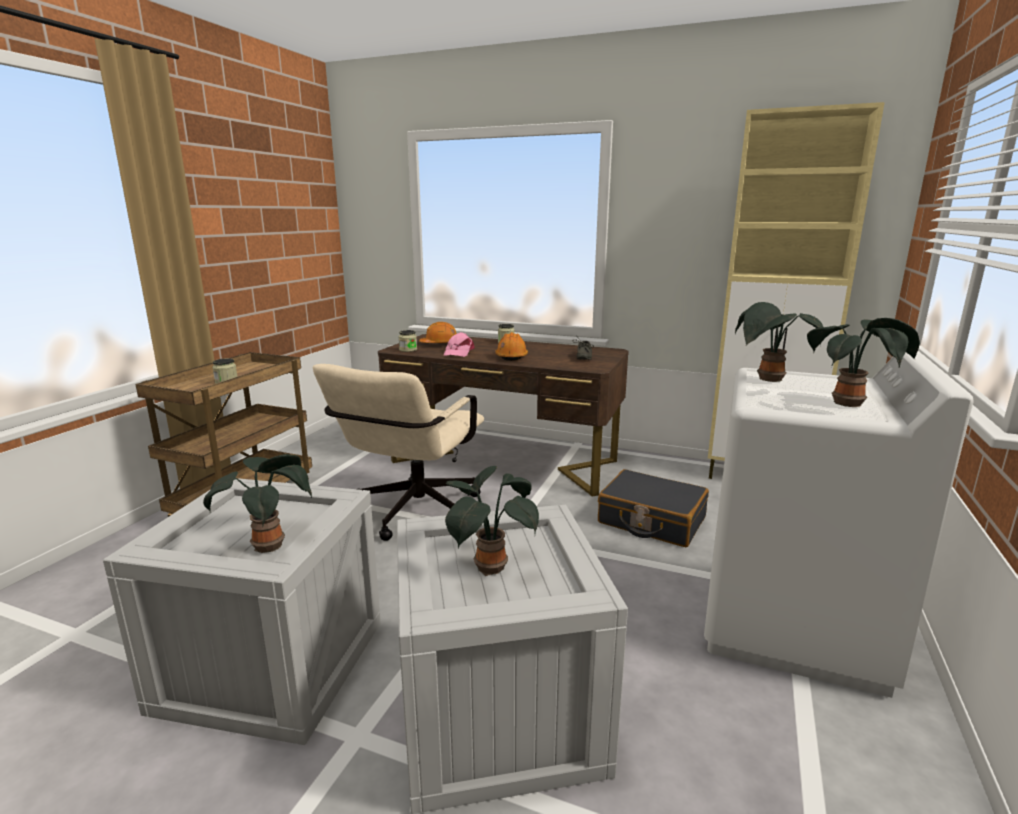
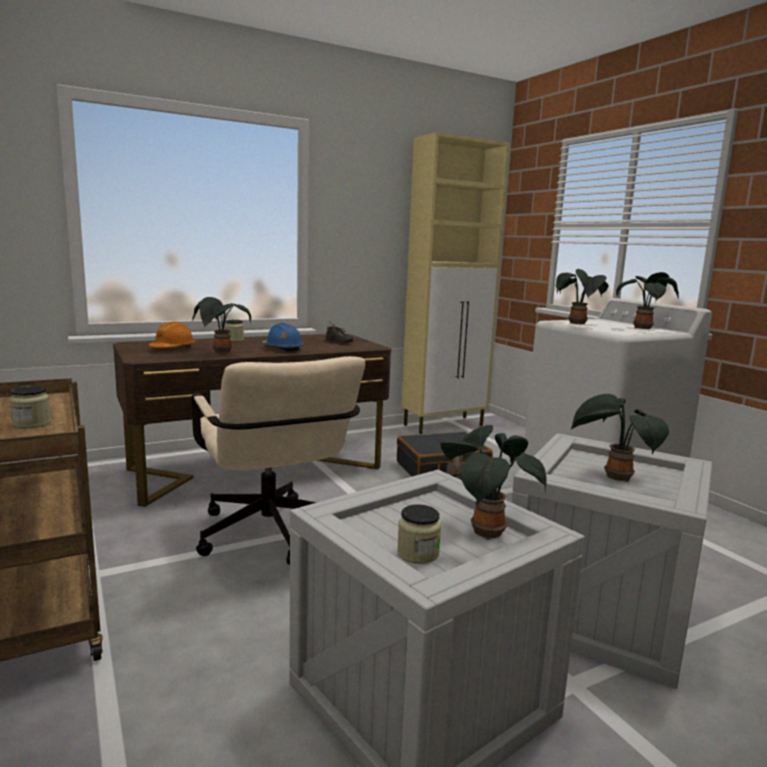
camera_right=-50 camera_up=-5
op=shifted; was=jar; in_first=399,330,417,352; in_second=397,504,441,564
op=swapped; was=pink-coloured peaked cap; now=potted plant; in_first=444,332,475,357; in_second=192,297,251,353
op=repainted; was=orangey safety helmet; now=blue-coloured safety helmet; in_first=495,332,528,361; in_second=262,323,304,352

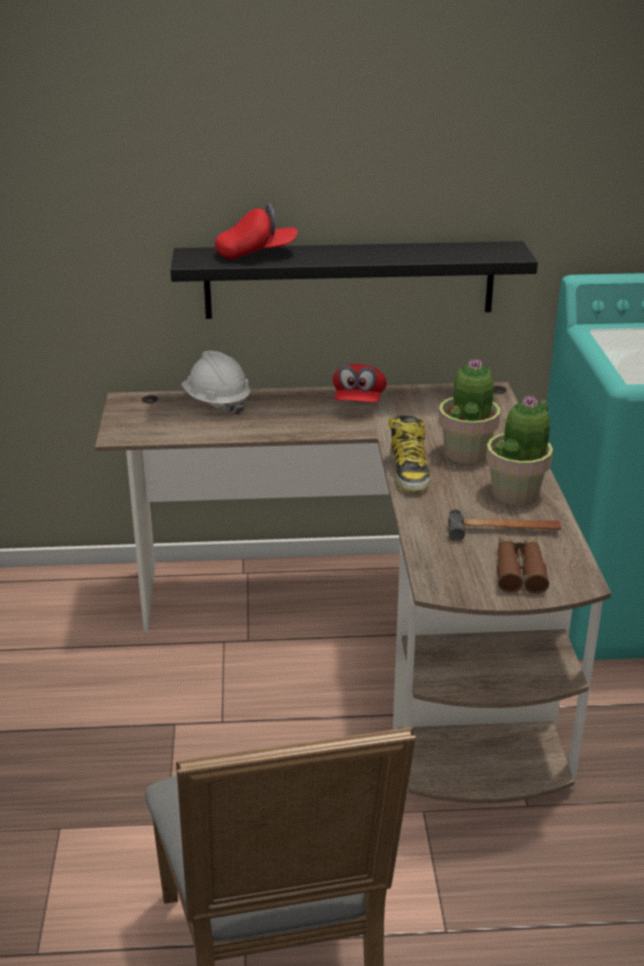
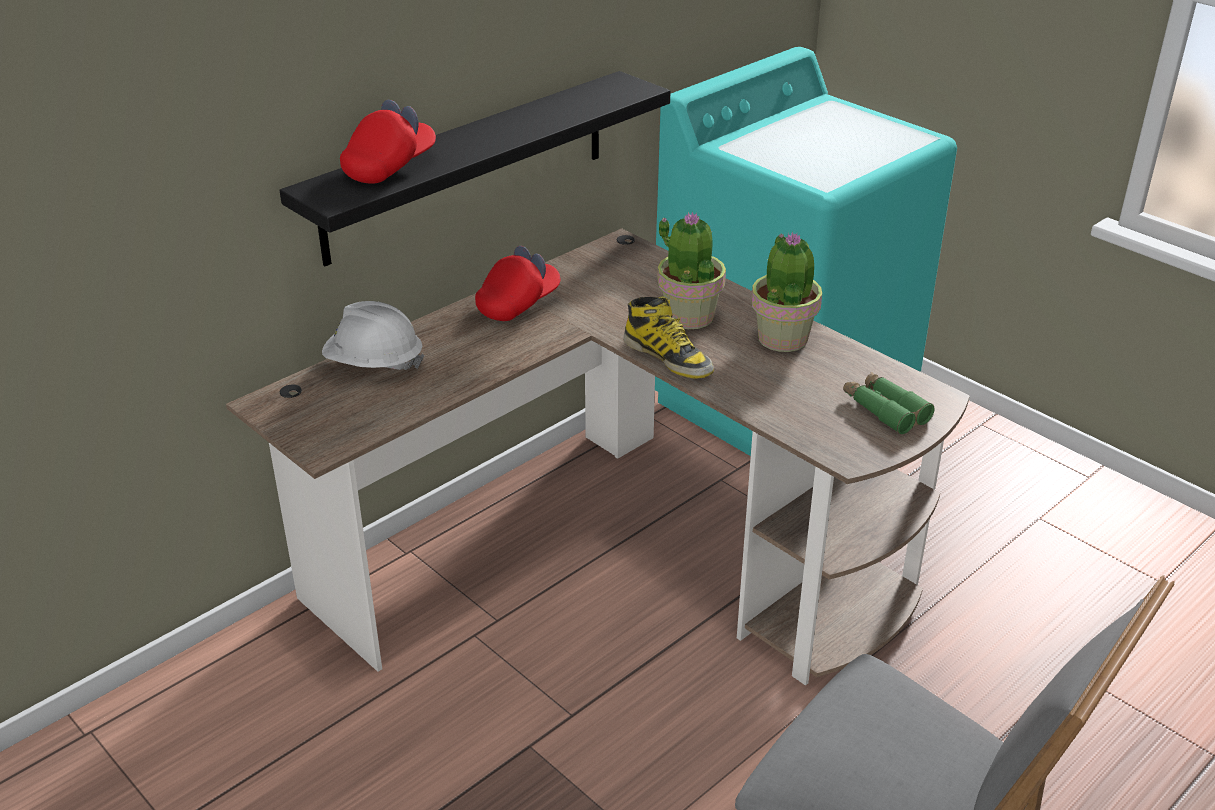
camera_right=-40 camera_up=5
op=rotated; was=reddish peaked cap; in_first=333,364,387,402; in_second=475,246,560,321; clockwise=-105
op=gone; was=hand hammer; in_first=448,509,561,541
op=repainted; was=brown-coloured binoculars; now=greenish binoculars; in_first=497,535,549,594; in_second=843,372,934,434

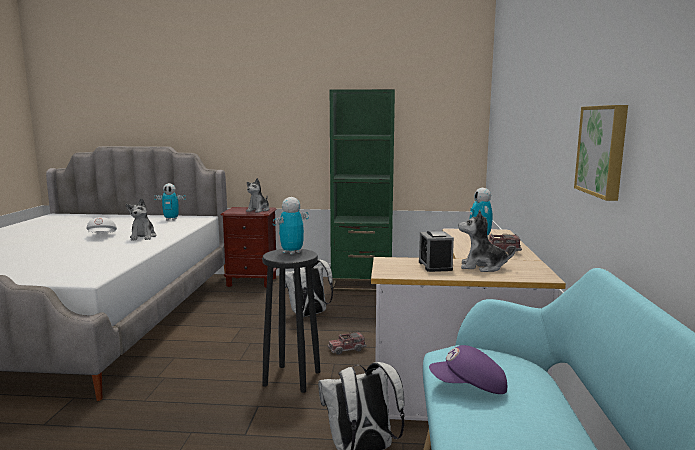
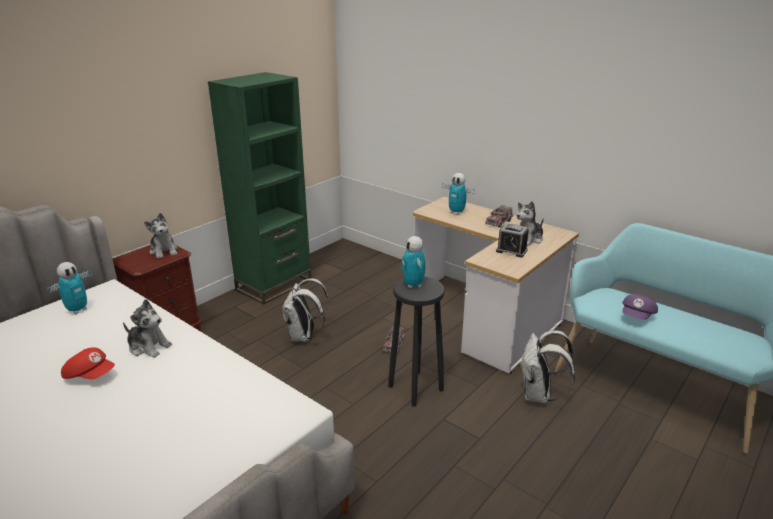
camera_right=-55 camera_up=15
op=gone; was=wall art; in_first=574,105,628,201
op=repainted; was=whitish peaked cap; now=reddish peaked cap; in_first=86,217,117,233; in_second=61,347,115,379

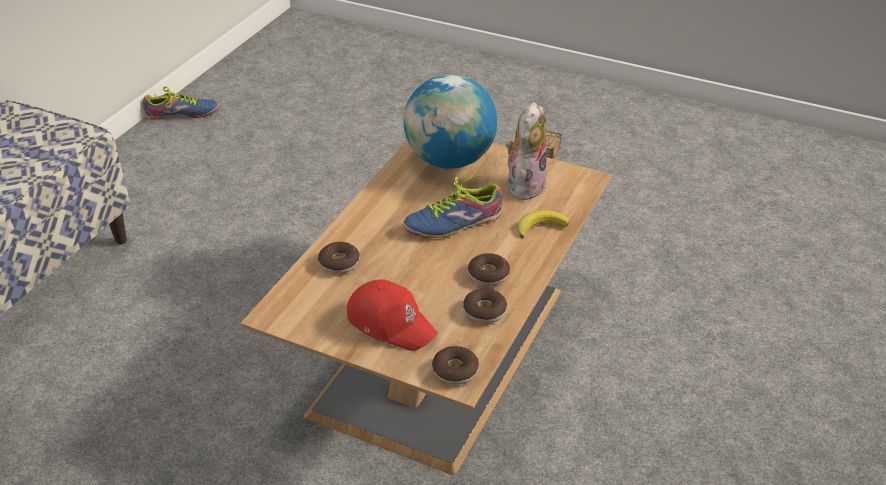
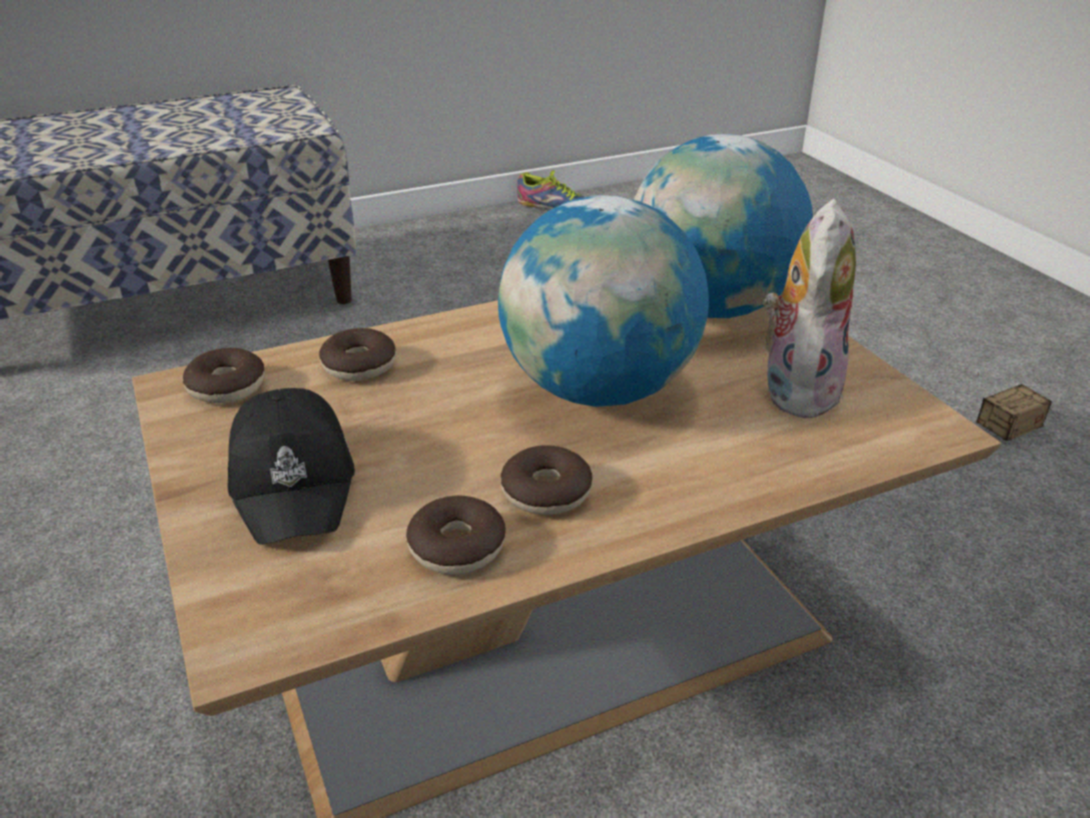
camera_right=40 camera_up=-5
op=rotated; was=cuddly toy; in_first=506,102,547,200; in_second=761,199,856,421; clockwise=-45
op=swapped; was=shoe; now=world globe; in_first=403,173,502,238; in_second=498,195,709,407
op=gone; was=whole banana; in_first=517,210,569,238
op=repainted; was=reddish peaked cap; now=black-coloured peaked cap; in_first=347,280,438,351; in_second=228,388,355,545
op=shifted; was=ring doughnut; in_first=432,346,479,385; in_second=183,348,265,403

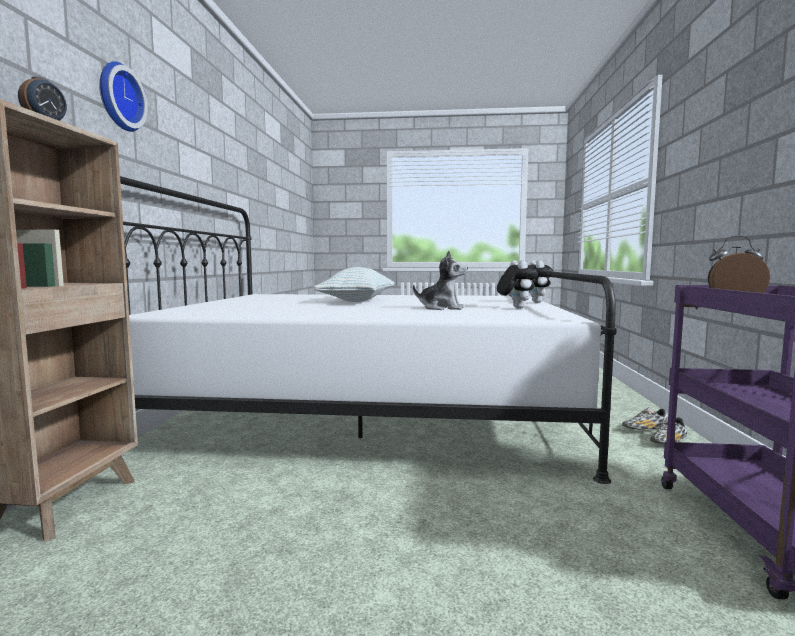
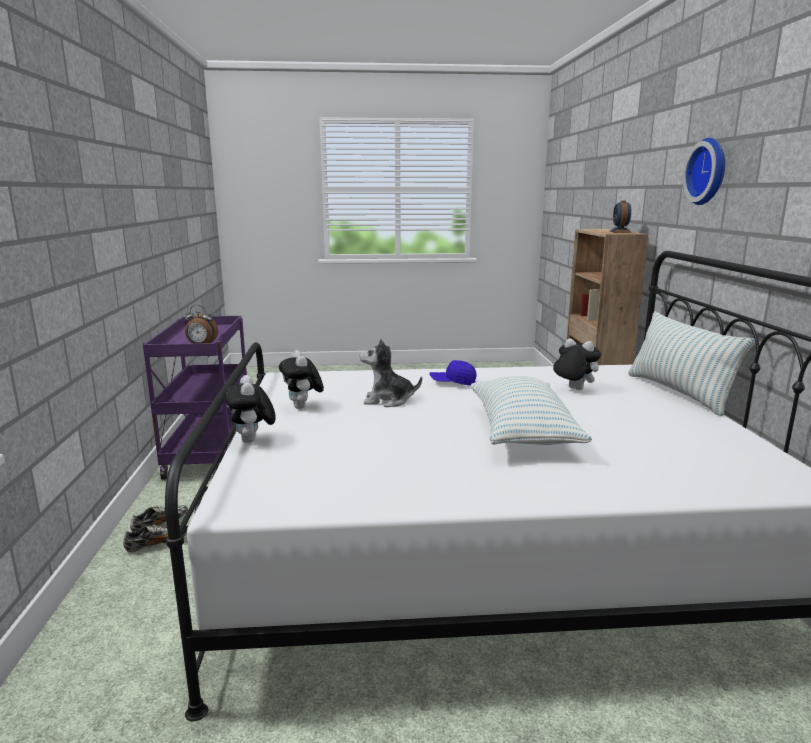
camera_right=170 camera_up=10
op=new; now=pillow; in_second=628,312,755,416
op=new; now=cuddly toy; in_second=553,338,601,390
op=new; now=blue-coloured peaked cap; in_second=429,360,477,386

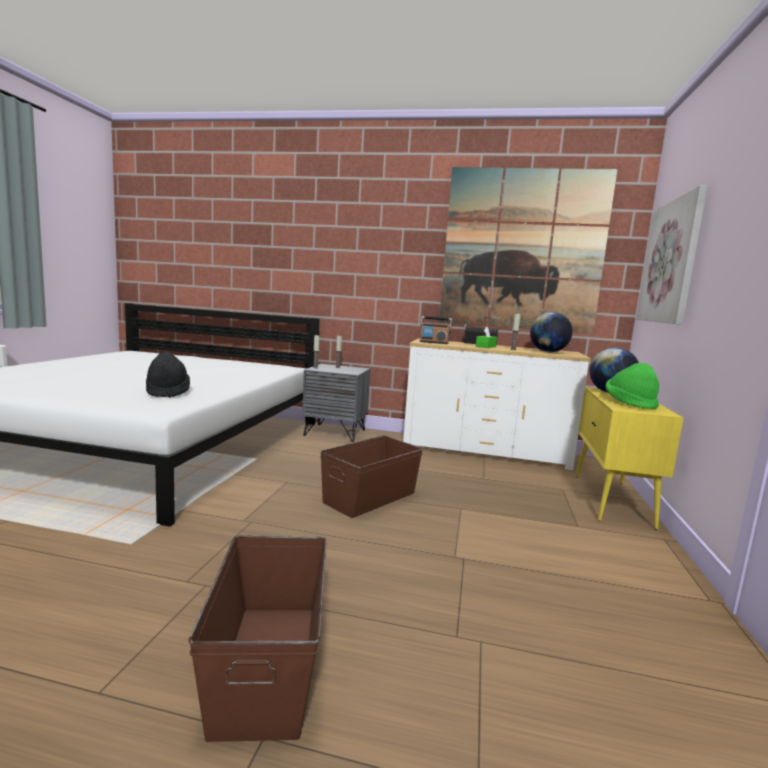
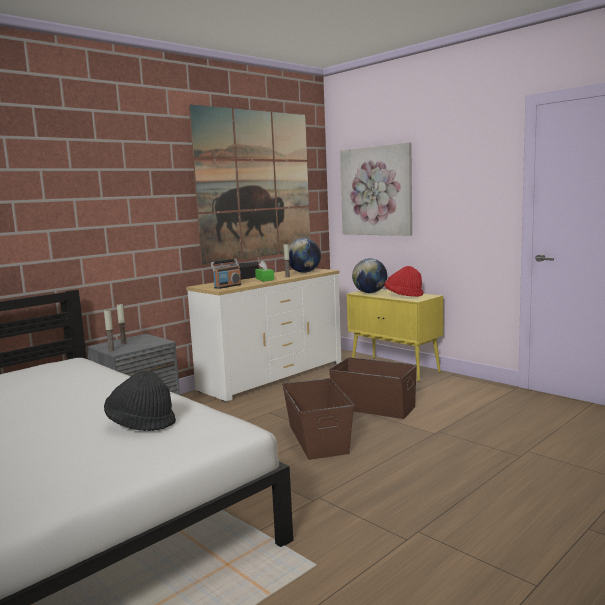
camera_right=-55 camera_up=0
op=repainted; was=greenish hat; now=reddish hat; in_first=606,363,659,410; in_second=384,266,423,297
op=shifted; was=brown-coloured storage container; in_first=188,535,327,742; in_second=329,358,417,419

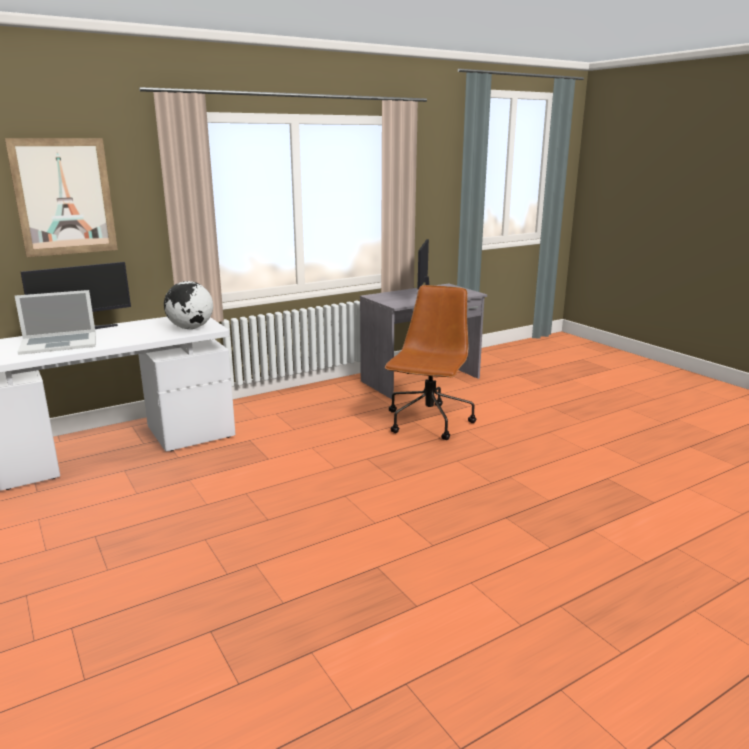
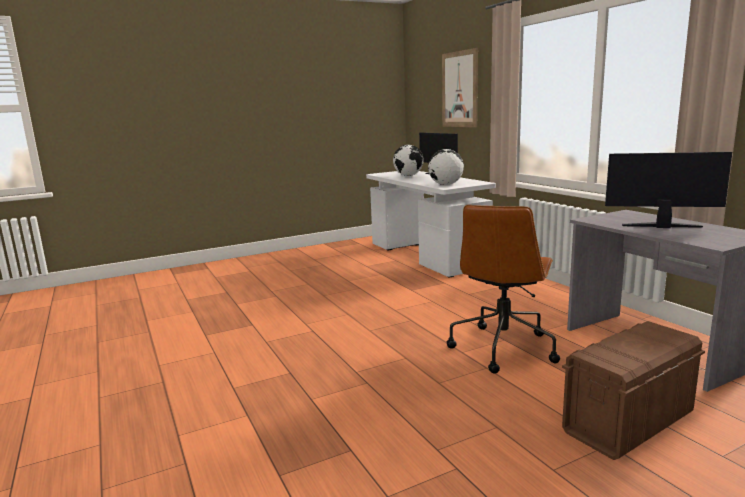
camera_right=95 camera_up=-5
op=rotated; was=brown-coloured office chair; in_first=385,285,477,440; in_second=447,205,560,374; clockwise=90
op=swapped; was=laptop; now=world globe; in_first=15,290,96,355; in_second=393,145,424,176
op=new; now=brown-coloured storage container; in_second=562,321,705,460

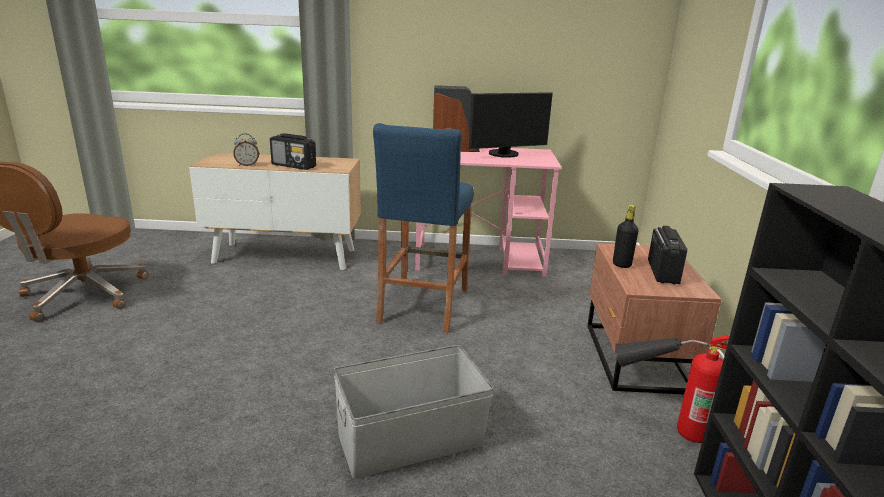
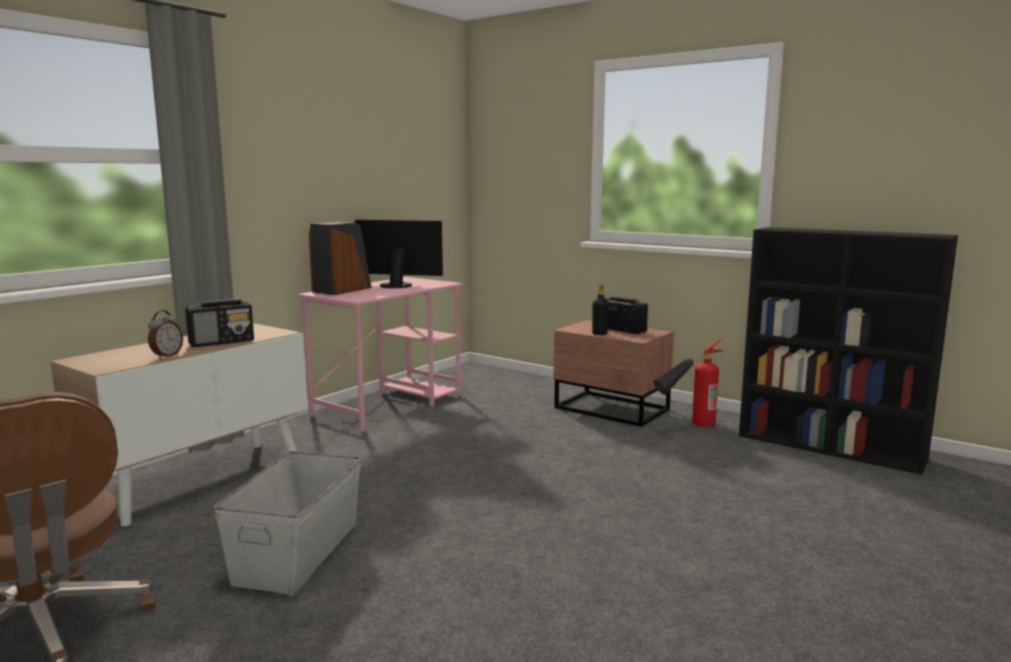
camera_right=-55 camera_up=-10
op=rotated; was=computer screen; in_first=469,92,553,158; in_second=355,220,443,288; clockwise=-90
op=gone; was=blue-coloured stool; in_first=373,123,474,333
op=shifted; was=grey storage container; in_first=333,345,494,479; in_second=213,451,361,594

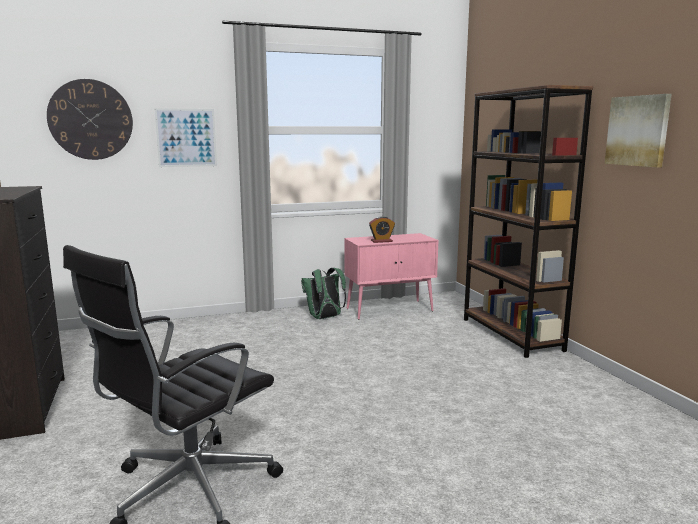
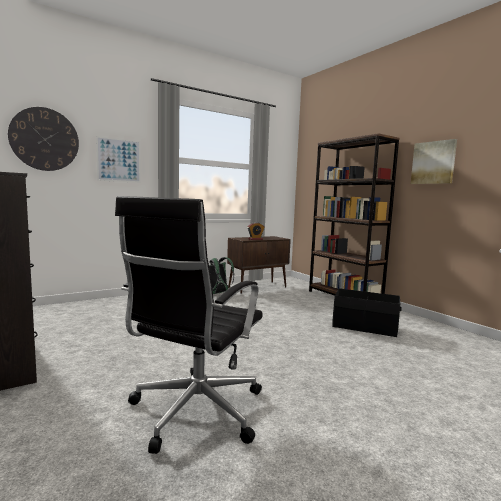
camera_right=-15 camera_up=-5
op=repainted; was=pink-coloured cabinet; now=brown-coloured cabinet; in_first=344,233,438,320; in_second=227,236,291,294
op=new; now=black-coloured storage container; in_second=332,288,402,337

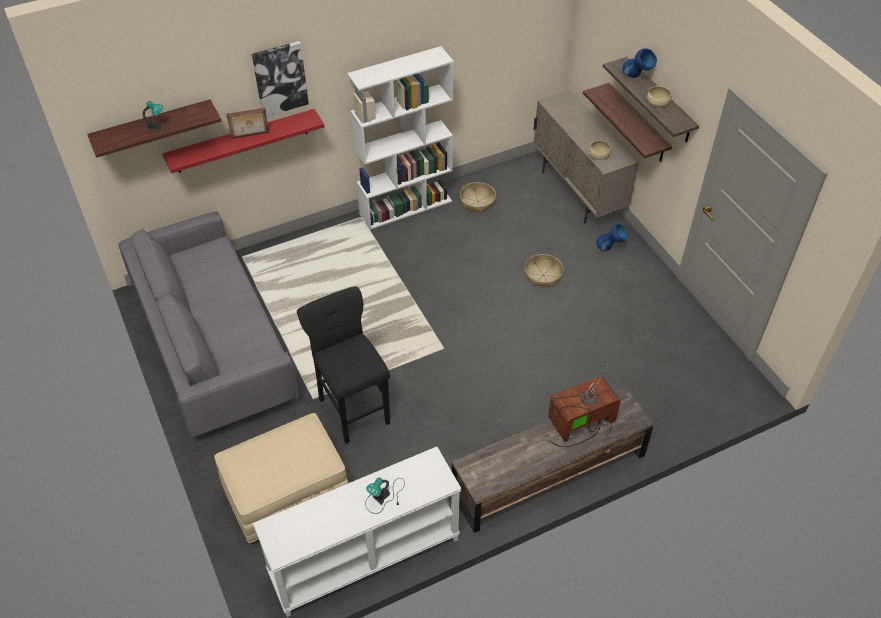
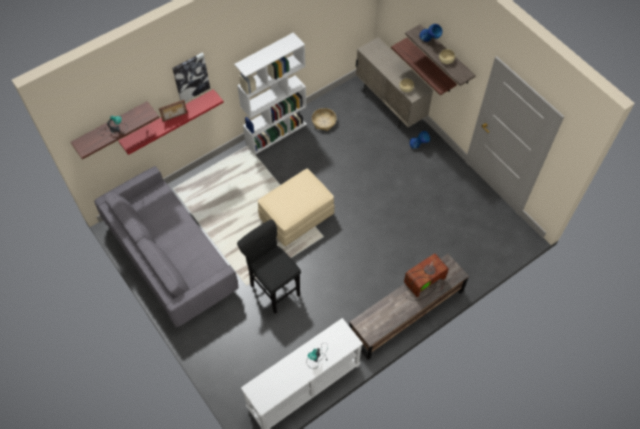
camera_right=-10 camera_up=10
op=gone; was=basket; in_first=525,254,564,287
op=shifted; was=sand-coloured footrest; in_first=214,413,348,544; in_second=258,169,335,247

